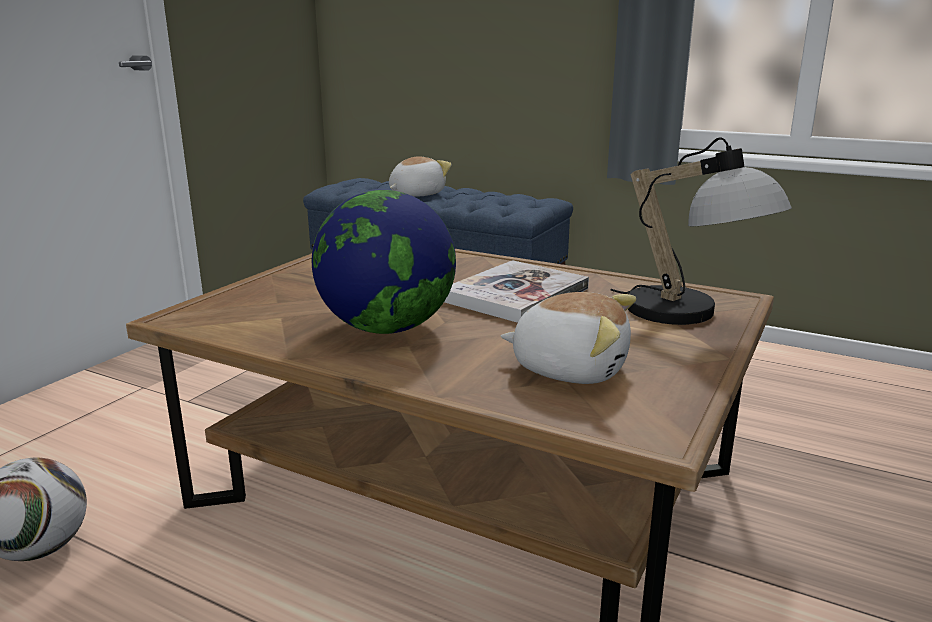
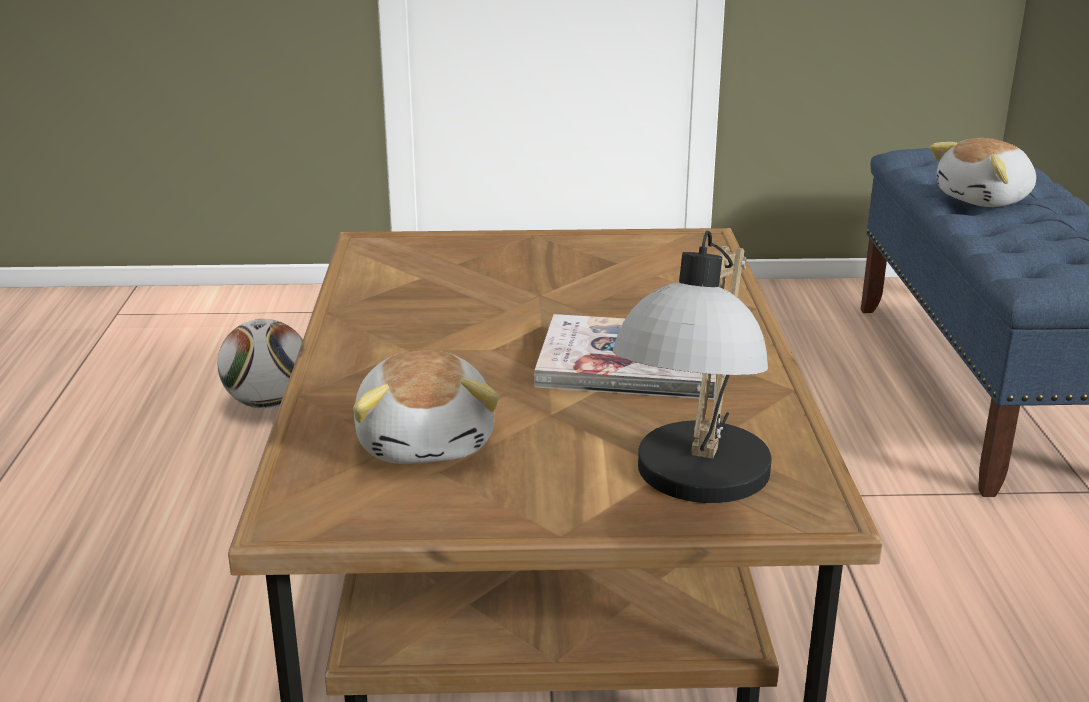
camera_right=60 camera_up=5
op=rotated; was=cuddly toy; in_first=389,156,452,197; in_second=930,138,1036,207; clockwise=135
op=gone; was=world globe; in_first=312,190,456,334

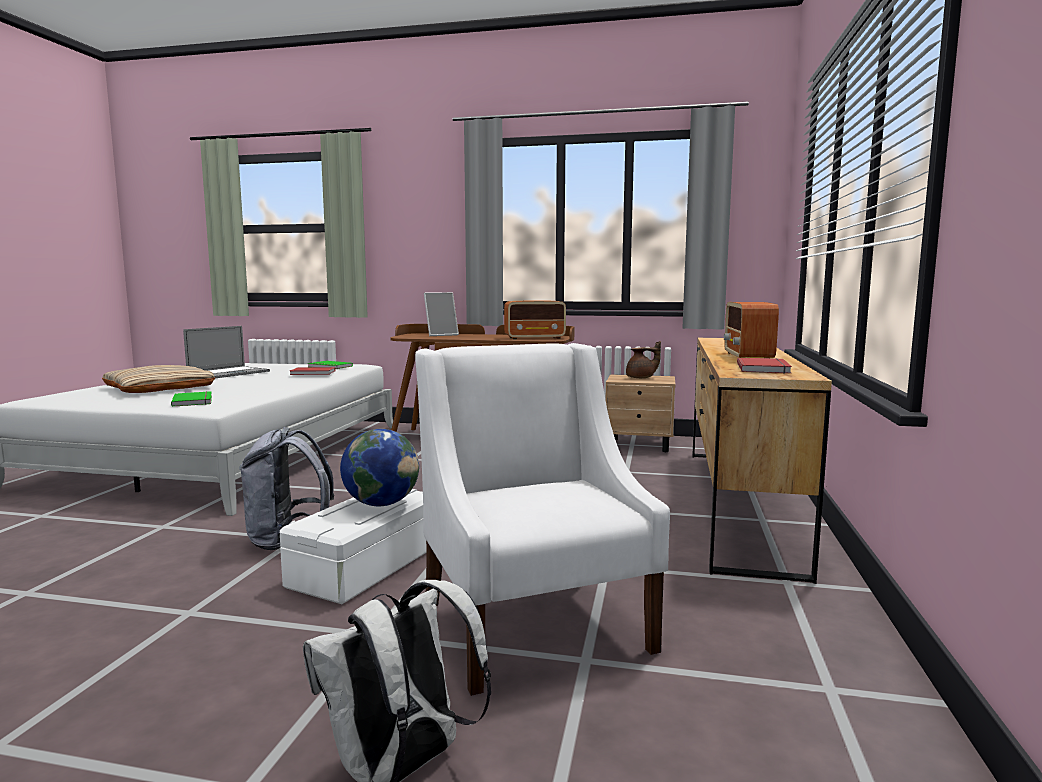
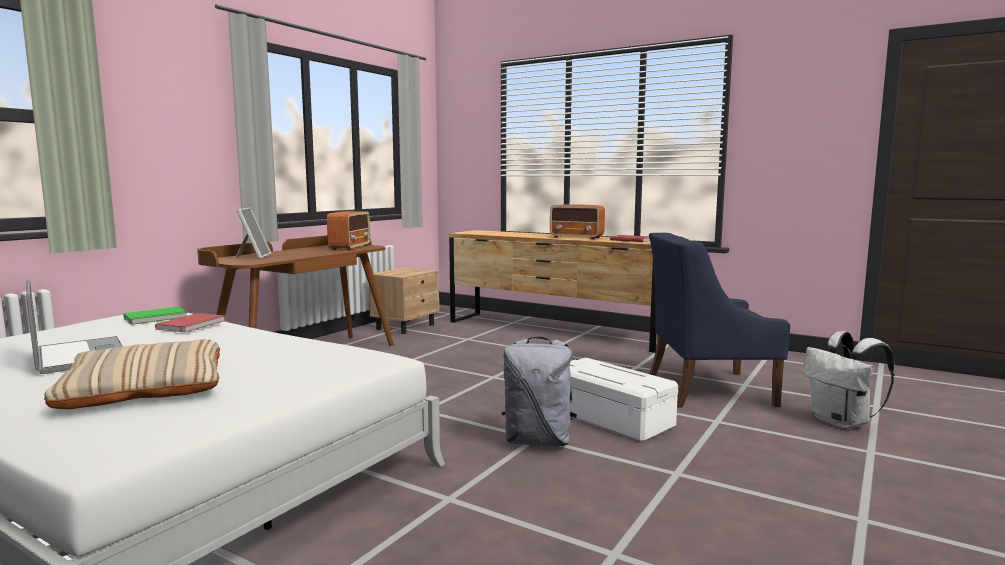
camera_right=-70 camera_up=0
op=gone; was=brown-coloured pot for tea; in_first=626,341,661,378
op=repainted; was=whitish easy chair; now=blue-coloured easy chair; in_first=415,343,670,696; in_second=649,233,790,407
op=gone; was=greenish bound book; in_first=171,391,212,407
op=gone; was=world globe; in_first=340,429,419,506

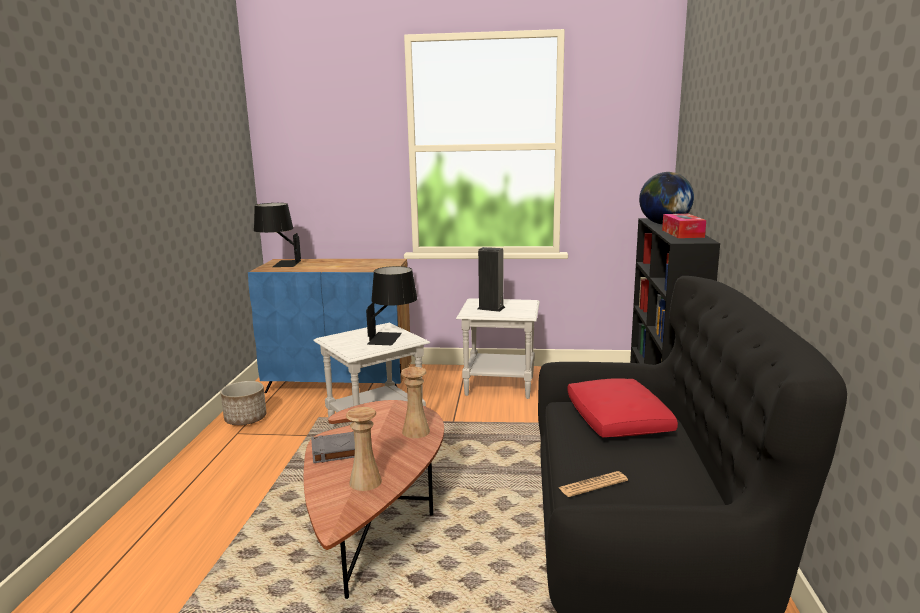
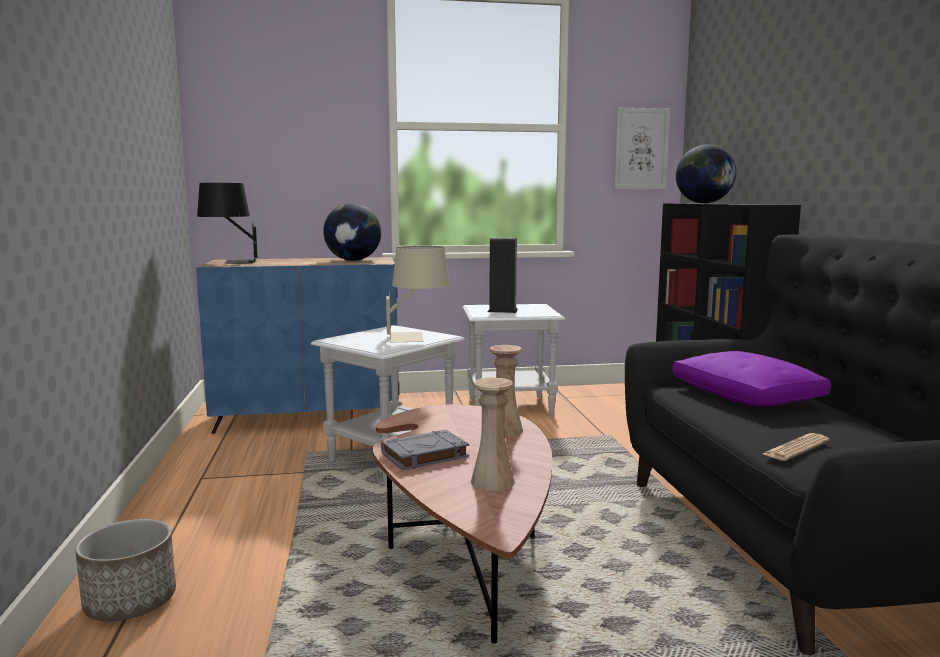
camera_right=-15 camera_up=-5
op=gone; was=box of tissues; in_first=662,214,706,238
op=repainted; was=black-coloured tabletop lamp; now=sand-coloured tabletop lamp; in_first=366,266,417,345; in_second=386,246,450,342
op=repainted; was=reddish pillow; now=purple-coloured pillow; in_first=567,378,678,437; in_second=672,351,831,406
op=shifted; was=plant pot; in_first=221,381,266,425; in_second=75,519,176,621
op=new; now=wall art; in_second=614,108,670,189
op=new; now=world globe; in_second=323,203,381,261

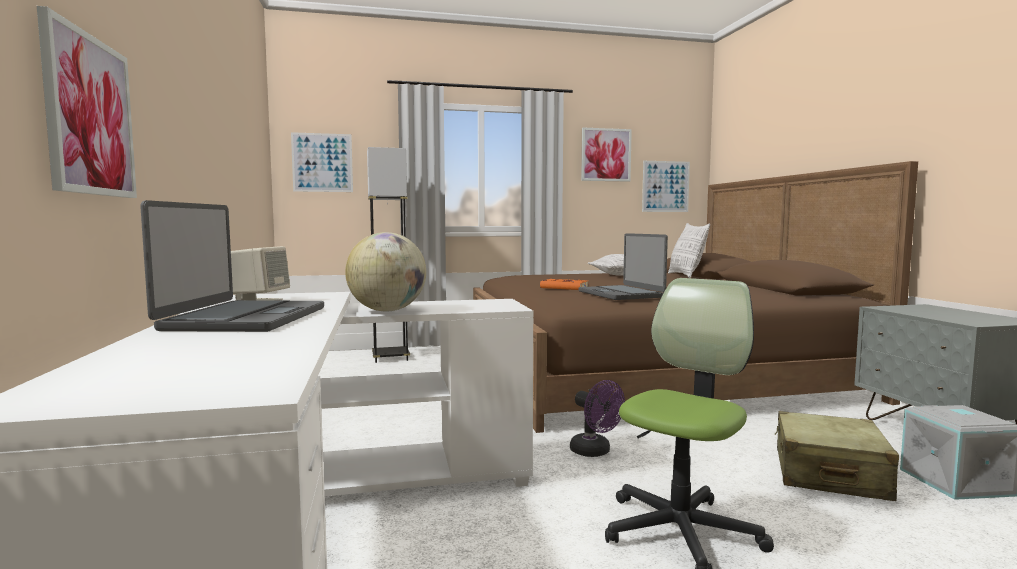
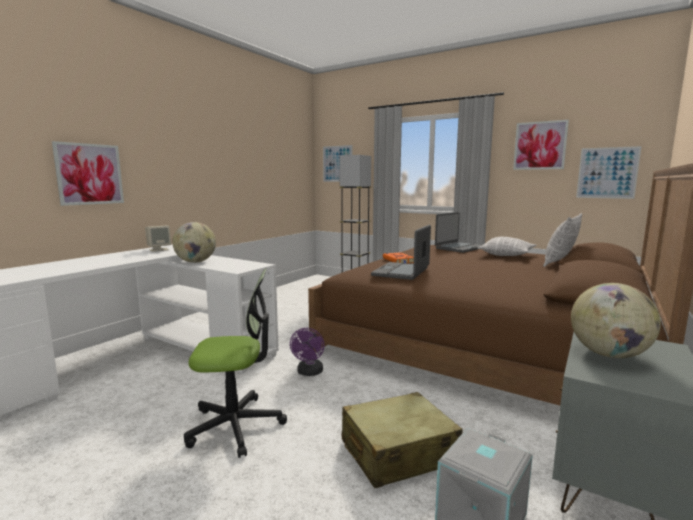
camera_right=45 camera_up=5
op=shifted; was=laptop; in_first=140,200,324,332; in_second=435,212,482,253
op=new; now=world globe; in_second=571,283,661,358

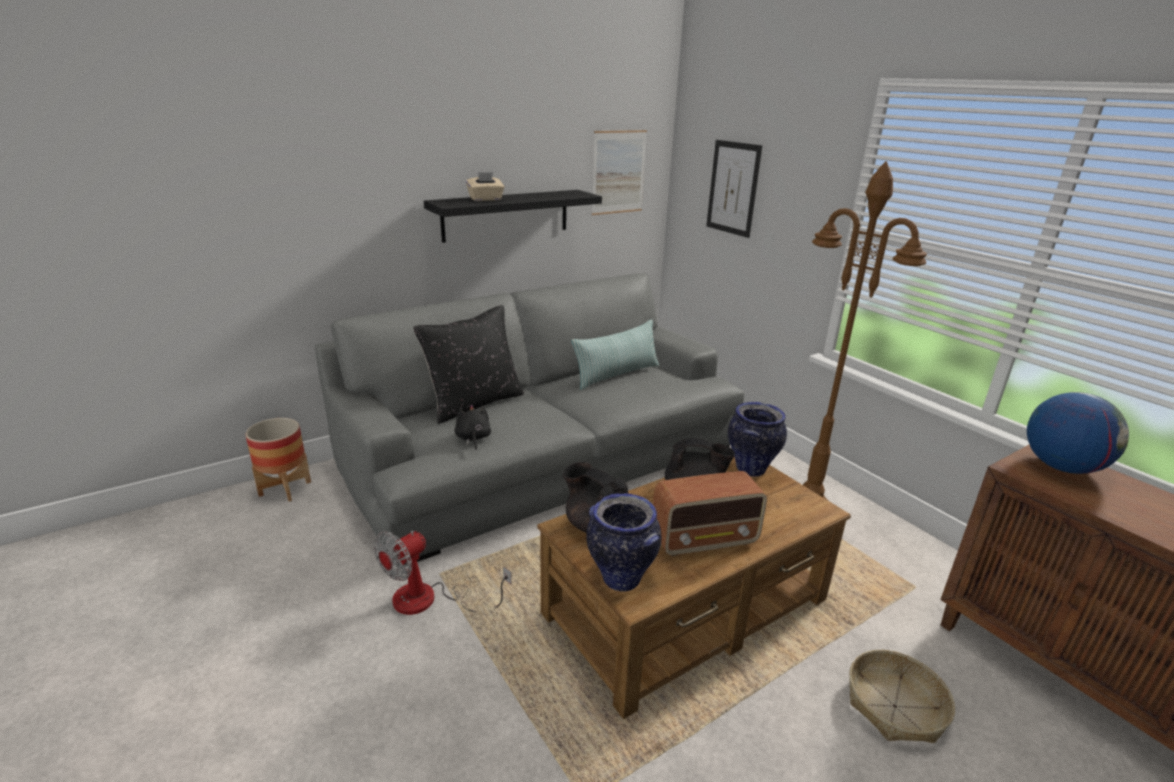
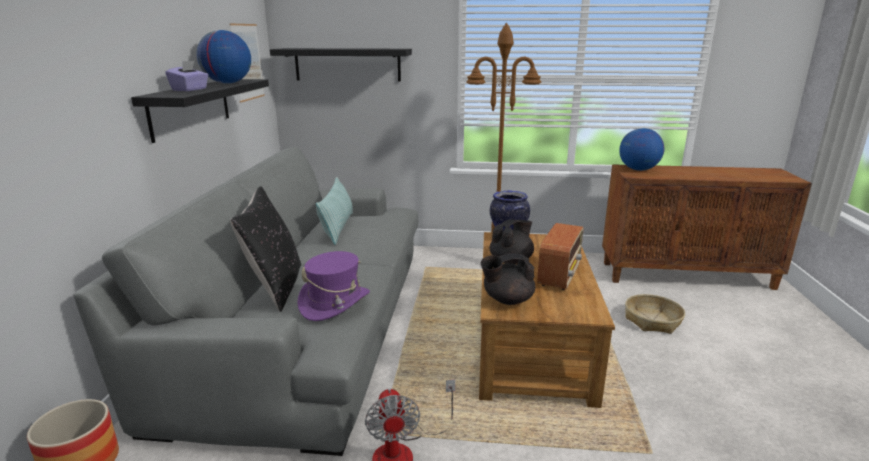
camera_right=-50 camera_up=-5
op=swapped; was=wall art; now=black-coloured shelf; in_first=706,140,762,238; in_second=270,48,412,81
op=repainted; was=sand-coloured box of tissues; now=purple-coloured box of tissues; in_first=466,172,504,201; in_second=165,60,208,91
op=swapped; was=black-coloured cuddly toy; now=purple-coloured hat; in_first=455,405,491,450; in_second=298,251,370,321
op=gone; was=vase; in_first=586,493,661,591
op=new; now=world globe; in_second=196,30,251,84

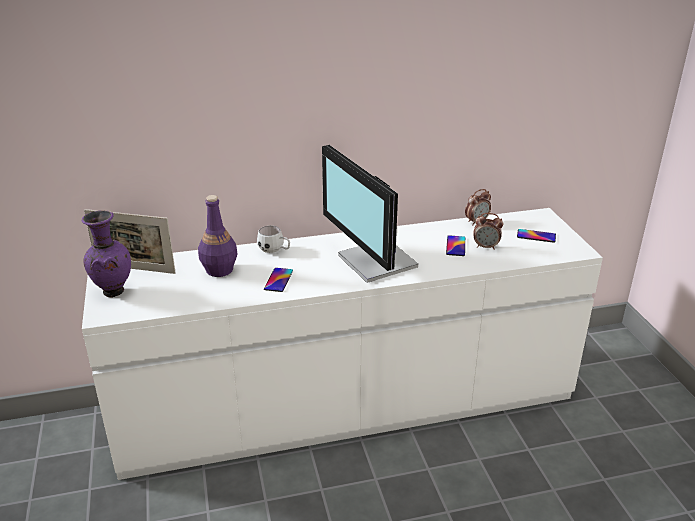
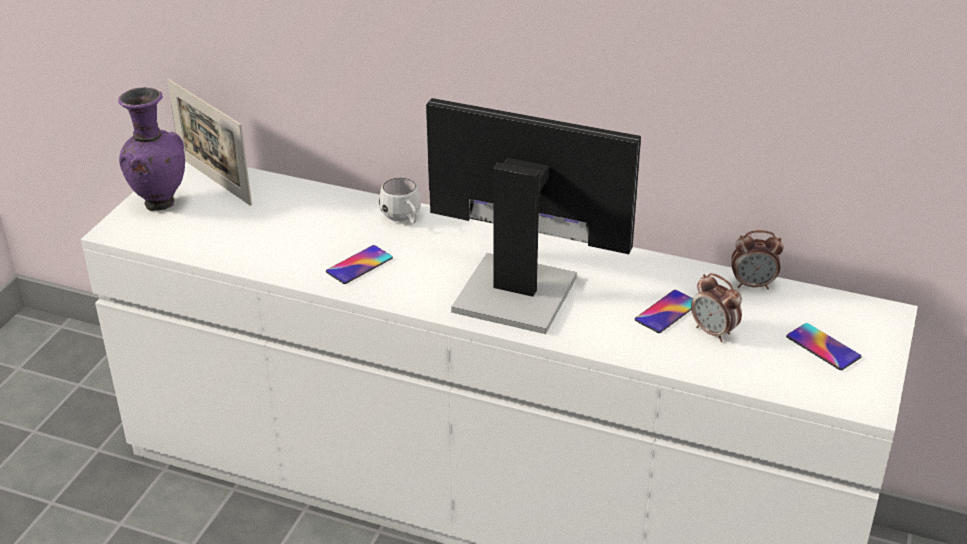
camera_right=35 camera_up=5
op=rotated; was=computer screen; in_first=322,145,418,283; in_second=426,98,641,334; clockwise=105
op=gone; was=purple-coloured beverage bottle; in_first=198,195,238,277

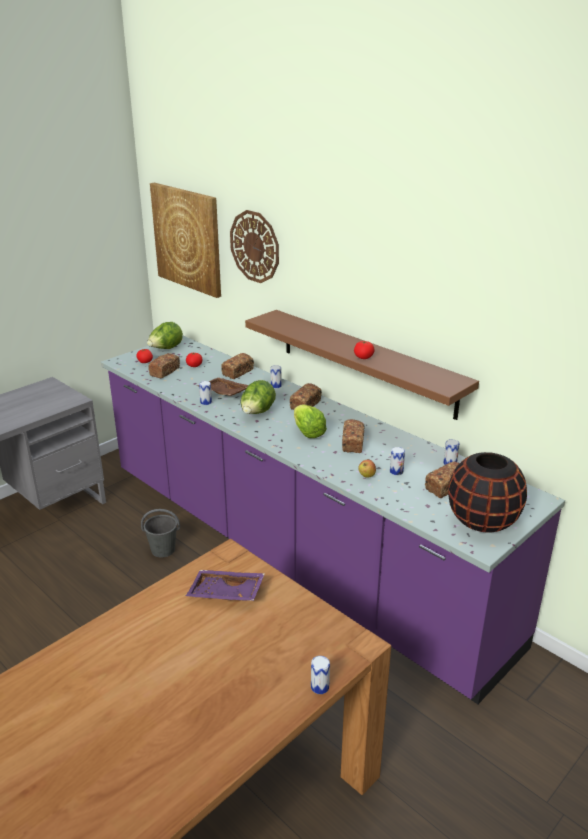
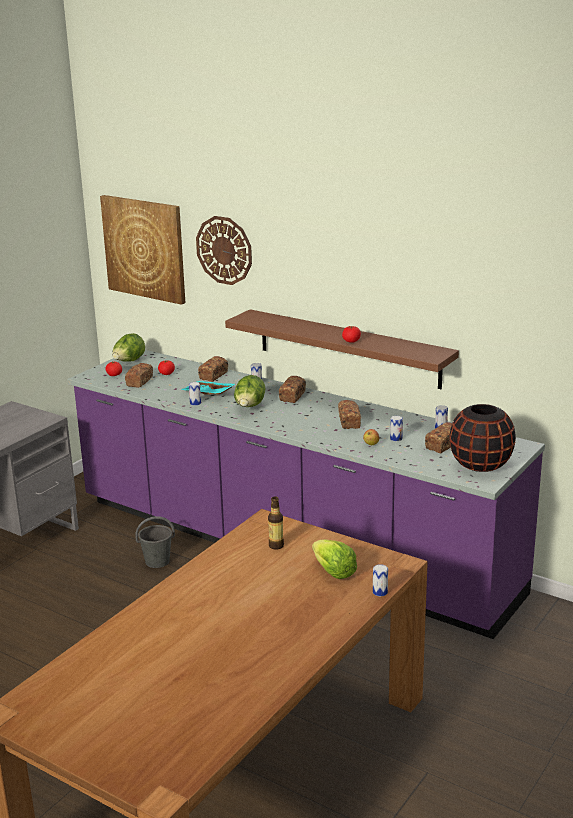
camera_right=-10 camera_up=-5
op=repainted; was=brown-coloured tray; now=blue-green tray; in_first=197,378,248,396; in_second=181,381,235,395
op=shifted; was=lettuce; in_first=294,404,327,438; in_second=312,539,357,579
op=swapped; was=purple-coloured tray; now=beverage bottle; in_first=186,570,265,601; in_second=268,497,284,550

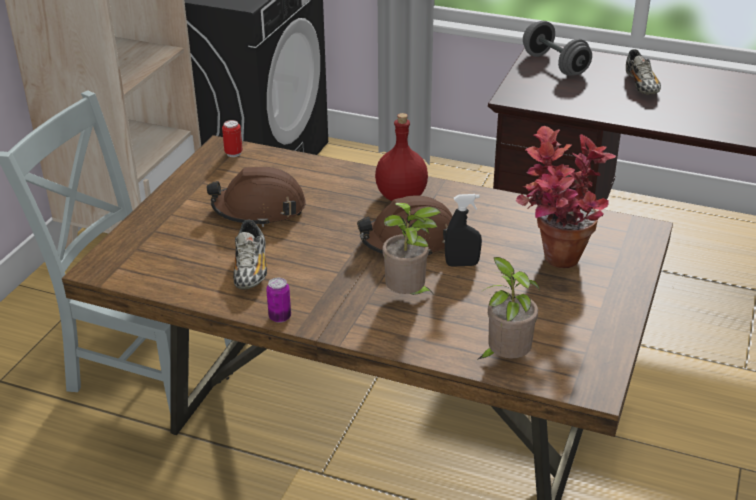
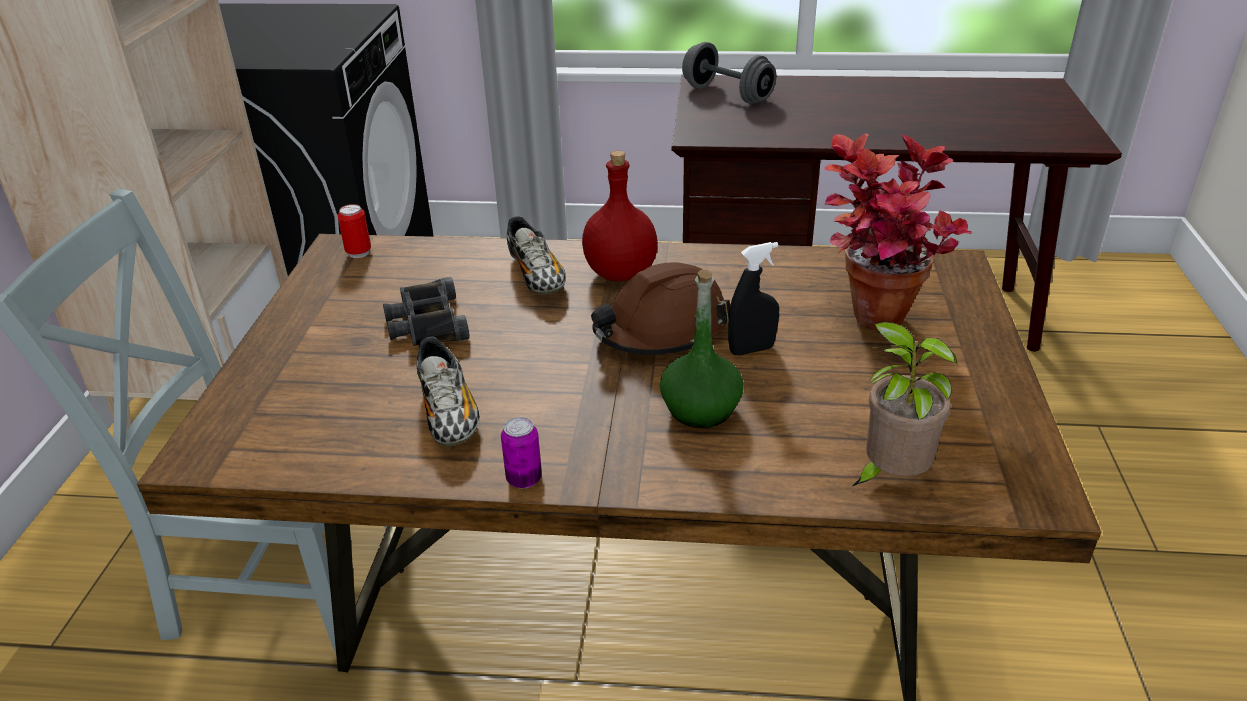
camera_right=-15 camera_up=0
op=shifted; was=shoe; in_first=626,49,661,95; in_second=507,216,566,295
op=swapped; was=brown-coloured safety helmet; now=black-coloured binoculars; in_first=207,167,306,227; in_second=383,277,469,346
op=swapped; was=potted plant; now=greenish beverage bottle; in_first=382,202,441,295; in_second=660,270,744,428

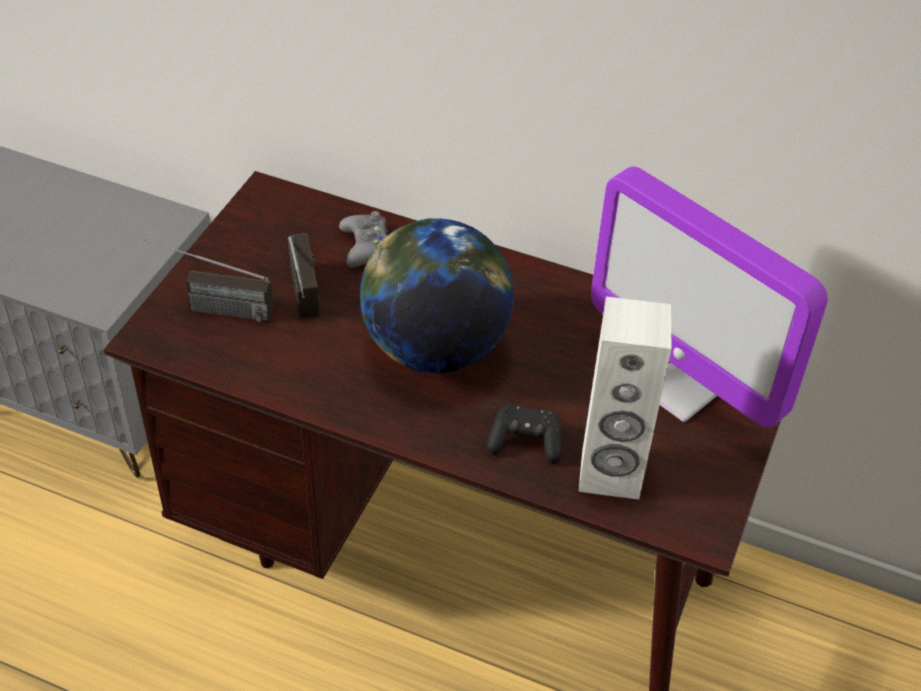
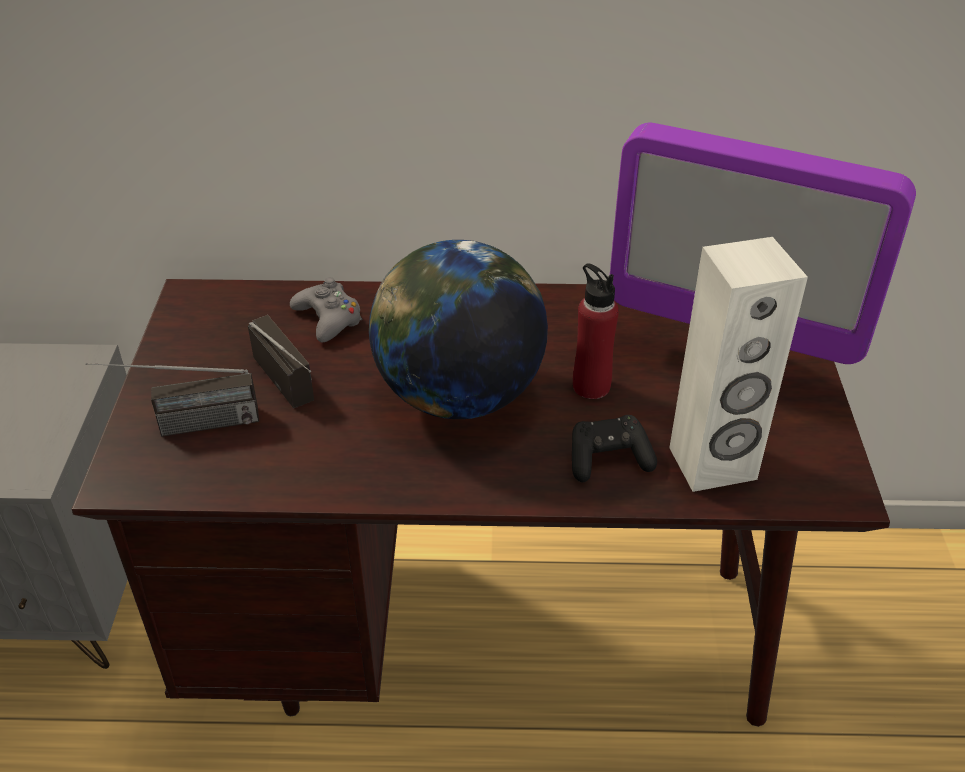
camera_right=-20 camera_up=-5
op=new; now=reddish beverage bottle; in_second=573,263,619,399

